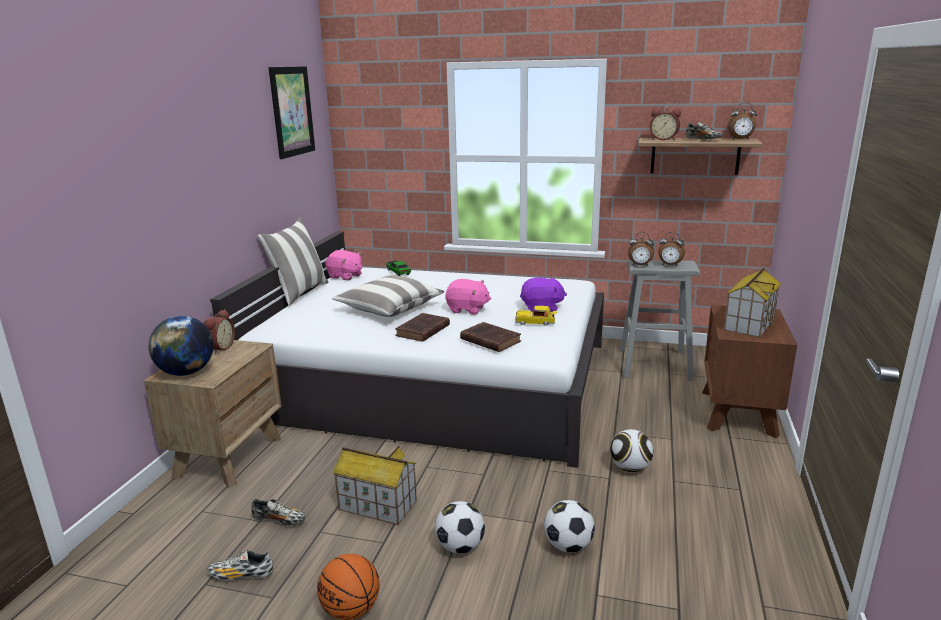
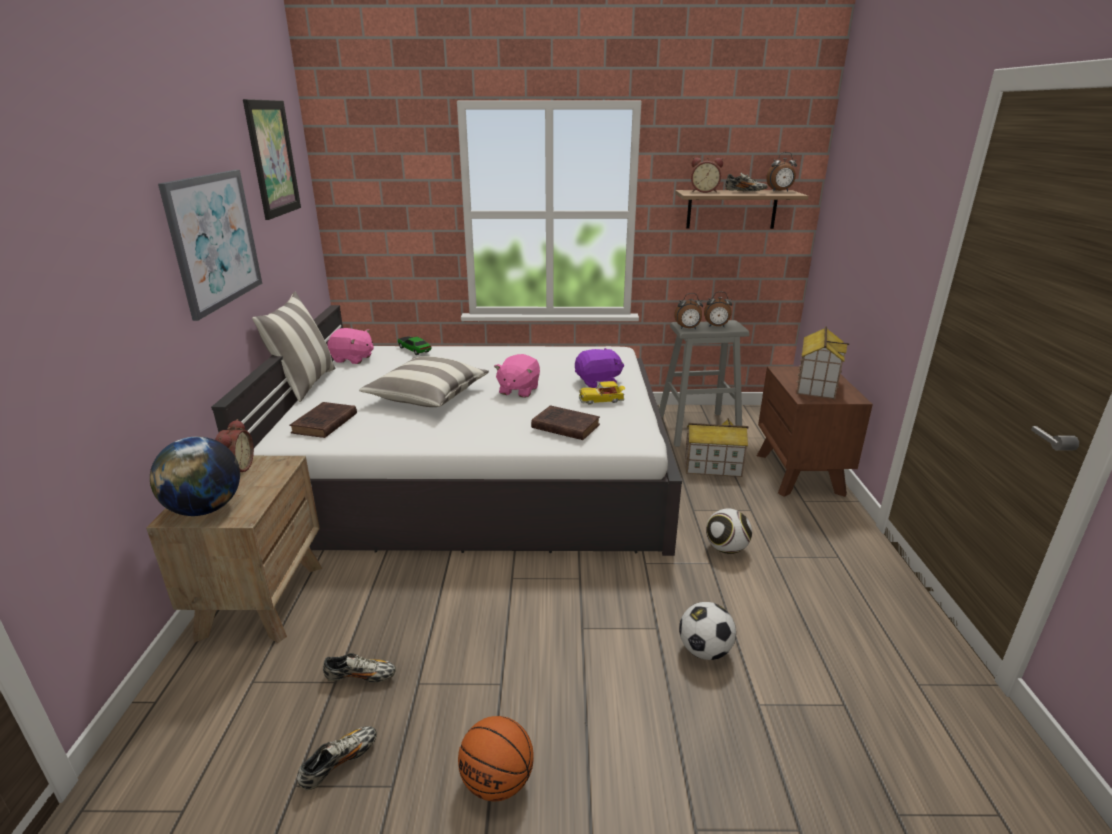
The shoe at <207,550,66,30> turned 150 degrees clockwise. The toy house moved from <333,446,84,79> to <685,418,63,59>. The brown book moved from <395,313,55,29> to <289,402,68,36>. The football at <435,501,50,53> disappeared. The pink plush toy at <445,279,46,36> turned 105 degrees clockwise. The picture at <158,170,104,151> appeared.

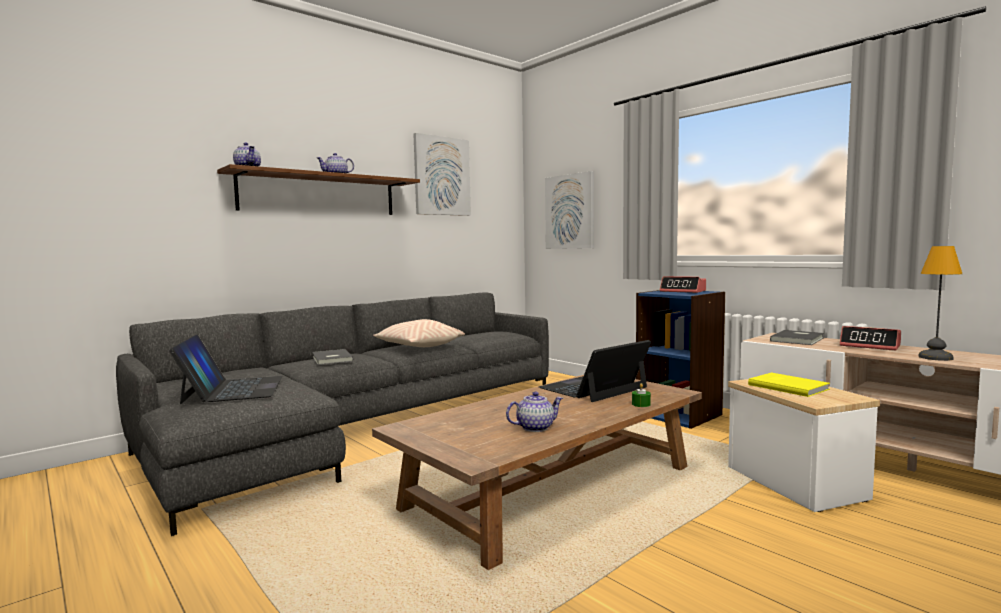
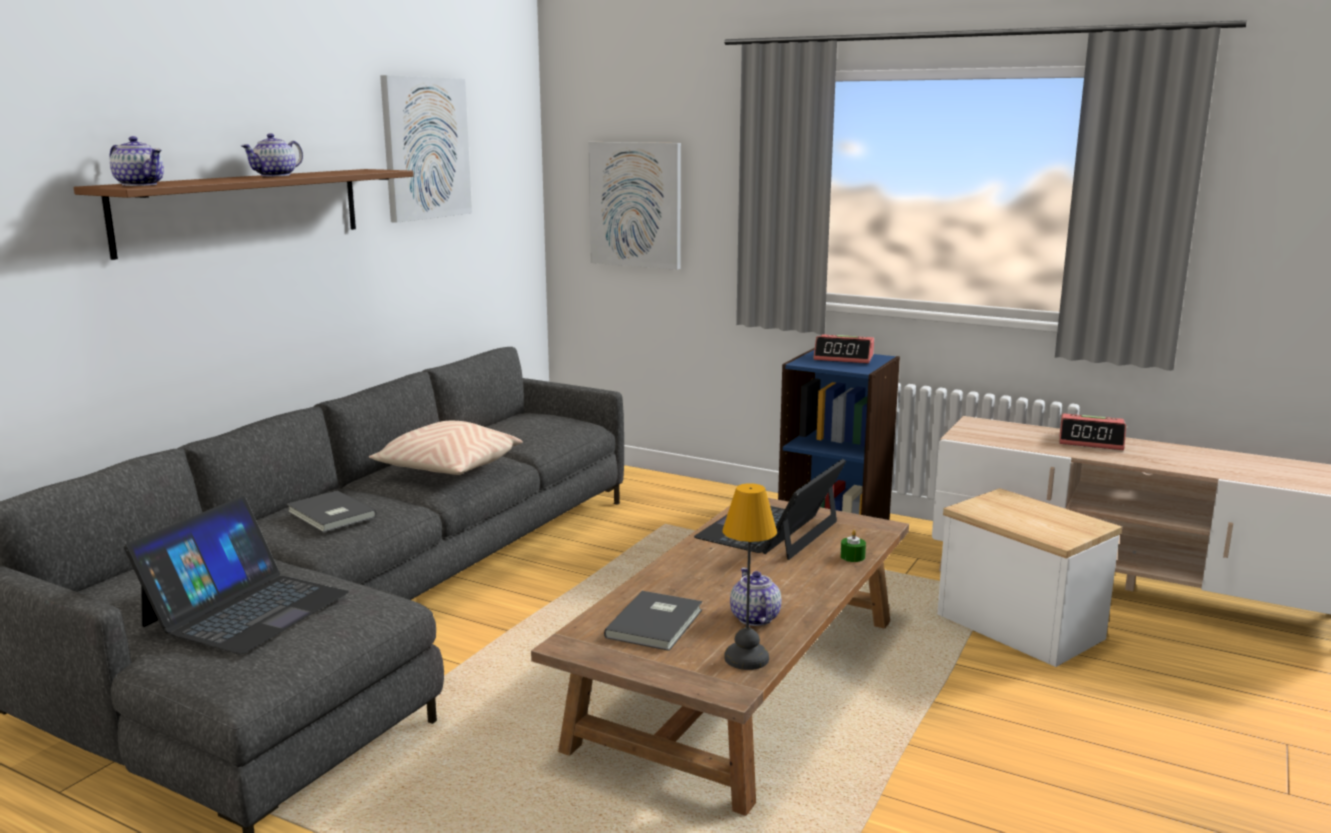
The laptop at <169,334,114,70> turned 60 degrees clockwise. The teapot at <506,392,57,40> turned 60 degrees counterclockwise. The yellow book at <748,373,82,24> disappeared. The grey book moved from <770,330,54,15> to <604,591,98,60>. The table lamp moved from <919,246,43,115> to <723,483,54,187>.

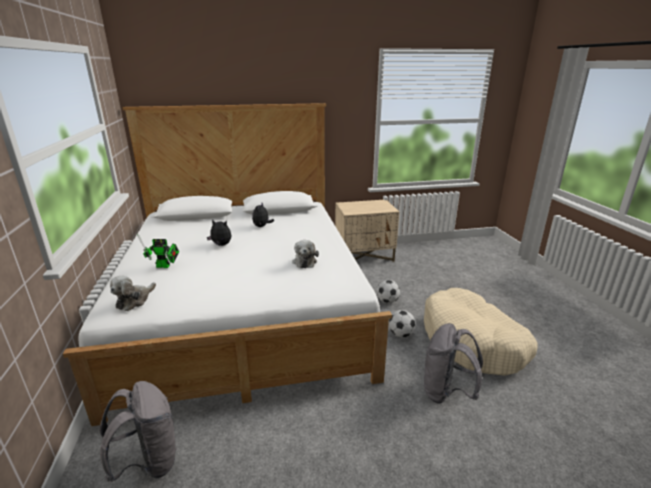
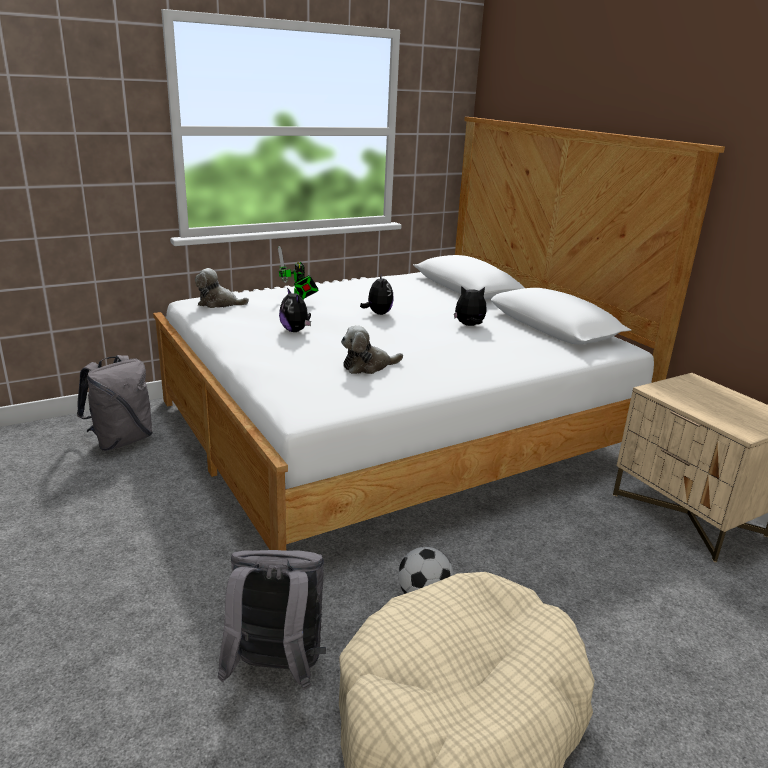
The football at <377,280,23,23> disappeared. The plush toy at <279,288,32,44> appeared.

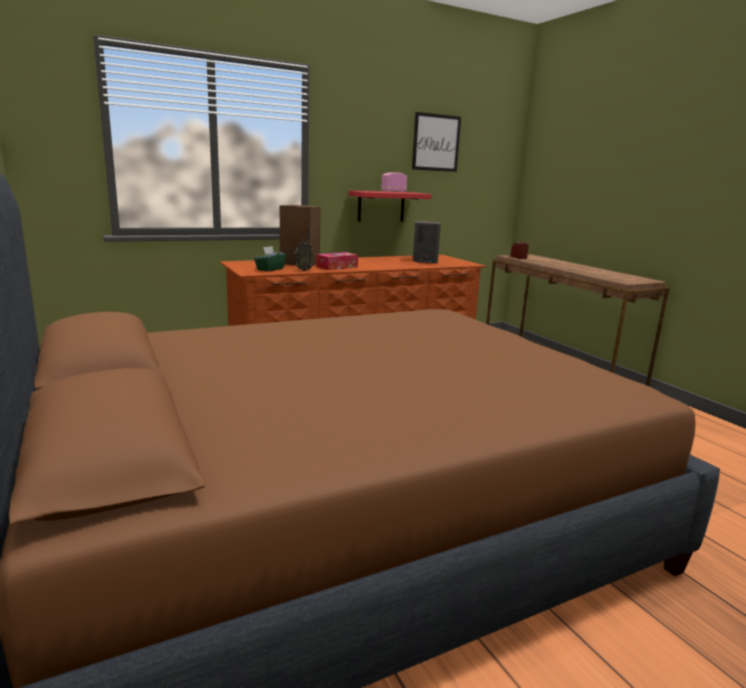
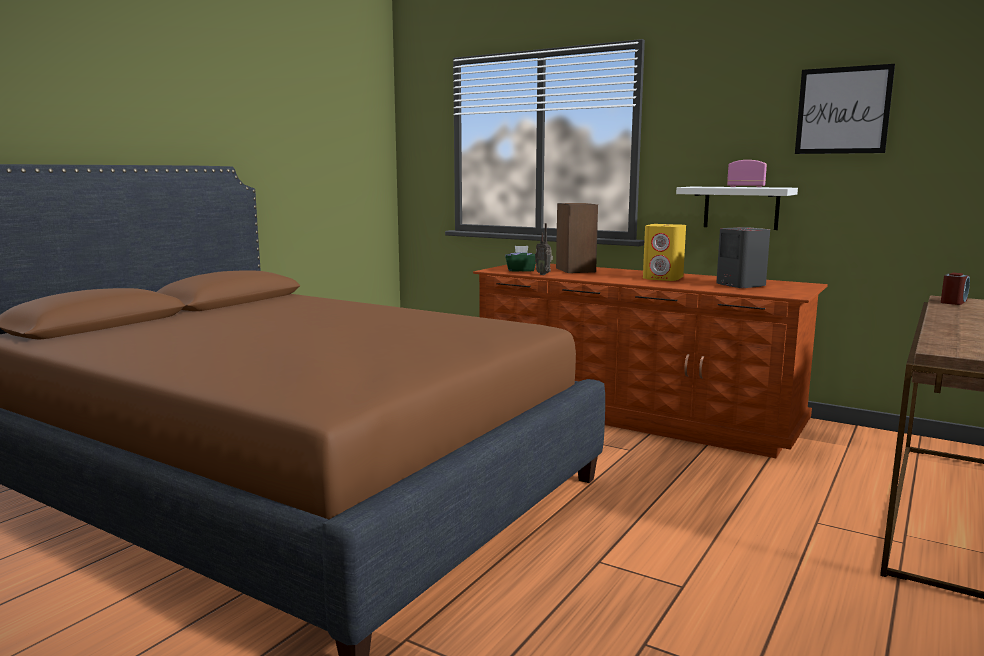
The tissue box at <316,252,42,18> disappeared. The red shelf at <349,191,83,30> became the white shelf at <676,187,122,43>. The yellow speaker at <643,224,43,57> appeared.

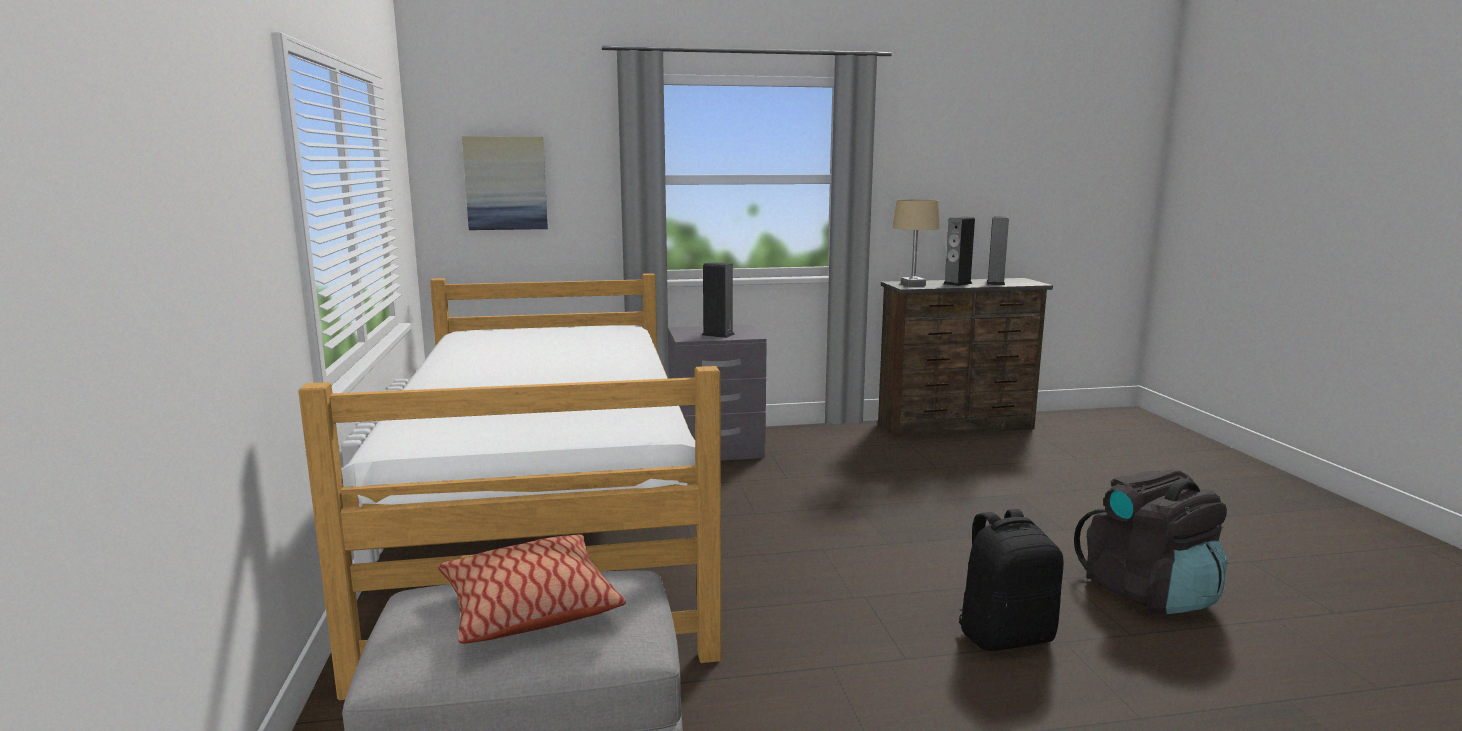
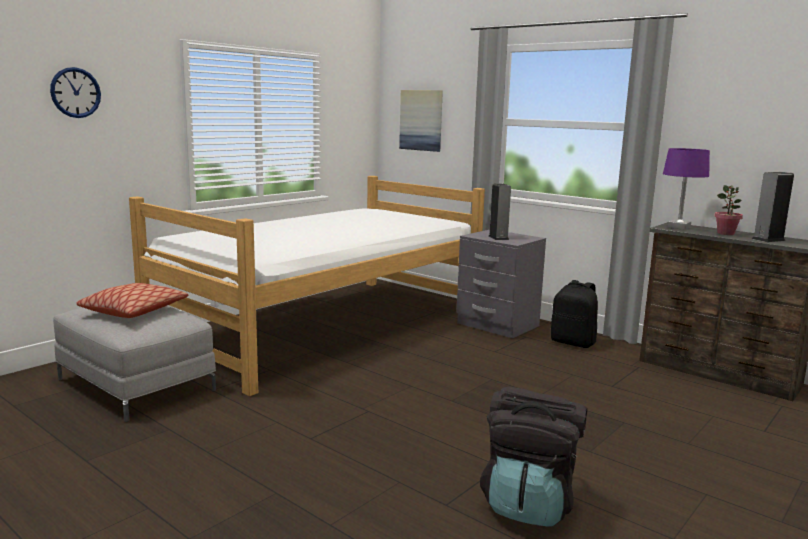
The beige table lamp at <893,199,47,88> became the purple table lamp at <663,148,47,82>. The speaker at <943,216,32,70> was replaced by the potted plant at <714,185,29,50>. The black backpack moved from <959,509,105,142> to <551,280,47,68>. The wall clock at <50,67,51,51> appeared.

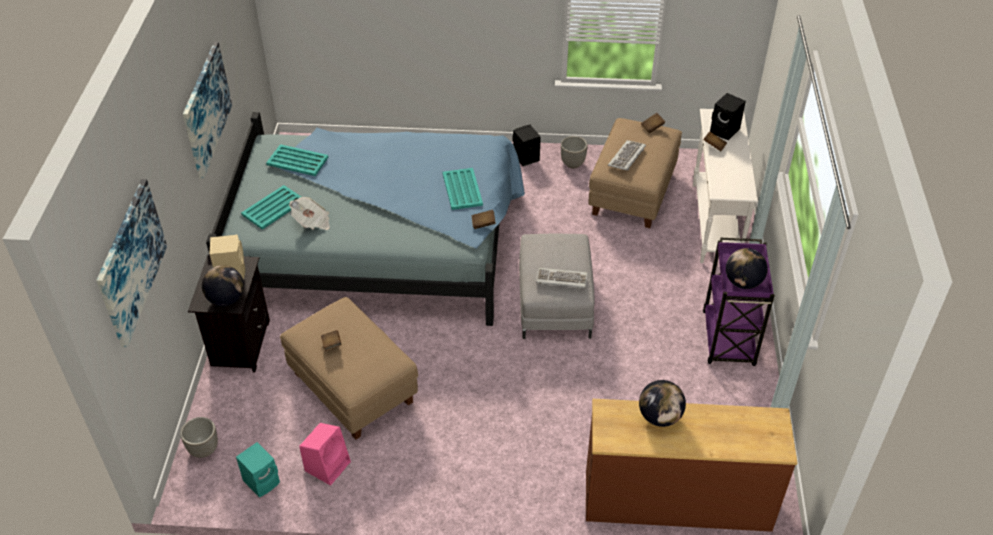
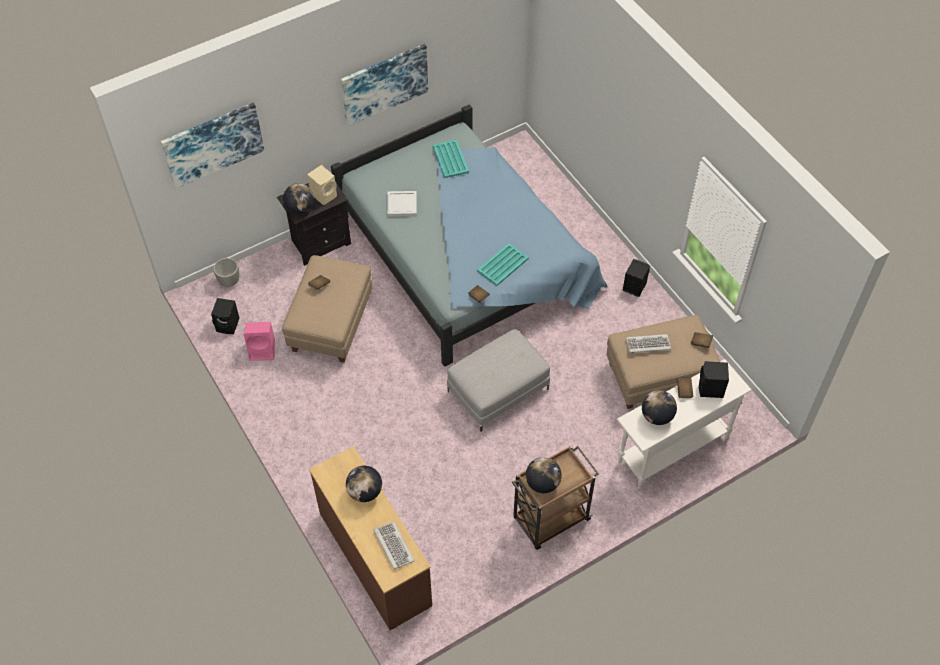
The turquoise speaker at <236,442,44,56> became the black speaker at <211,298,28,36>. The turquoise tray at <241,185,60,44> disappeared. The newspaper at <289,197,41,33> was replaced by the white tray at <387,191,30,26>. The keyboard moved from <536,268,52,22> to <374,521,41,49>. The planter at <561,136,27,32> disappeared. The purple cart at <703,238,71,128> became the brown cart at <512,445,87,105>. The globe at <642,390,35,35> appeared.

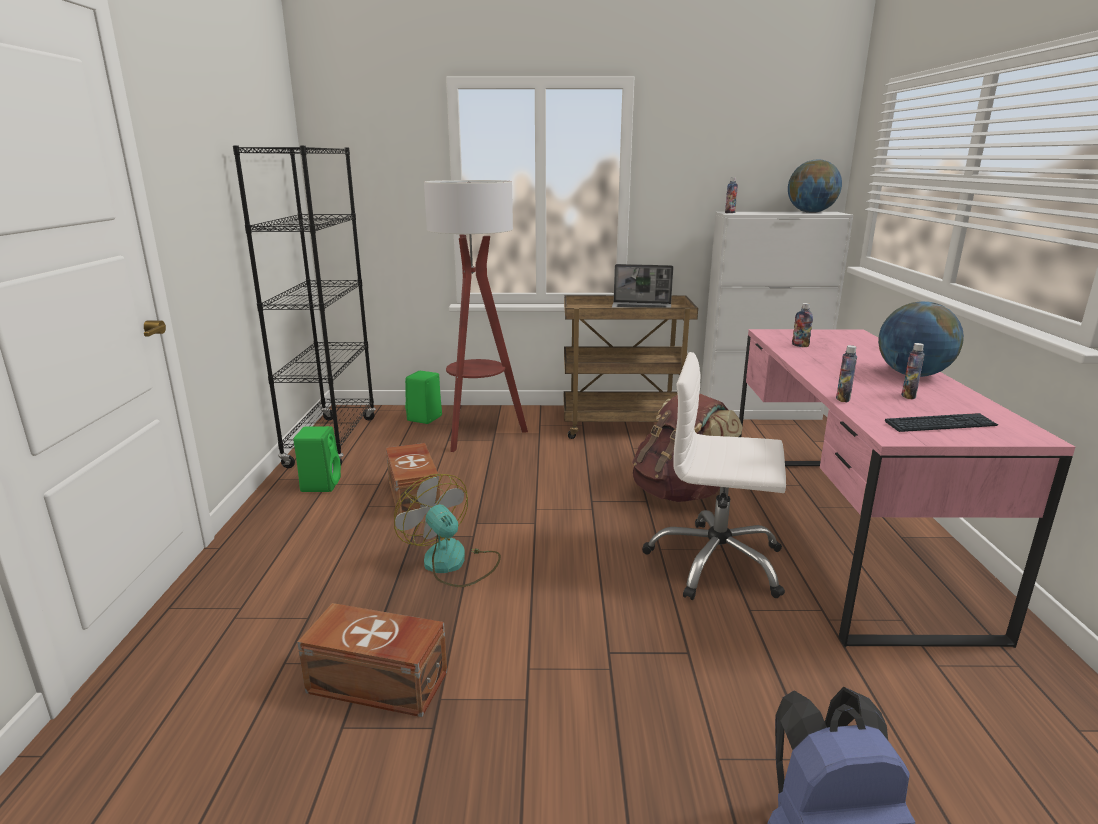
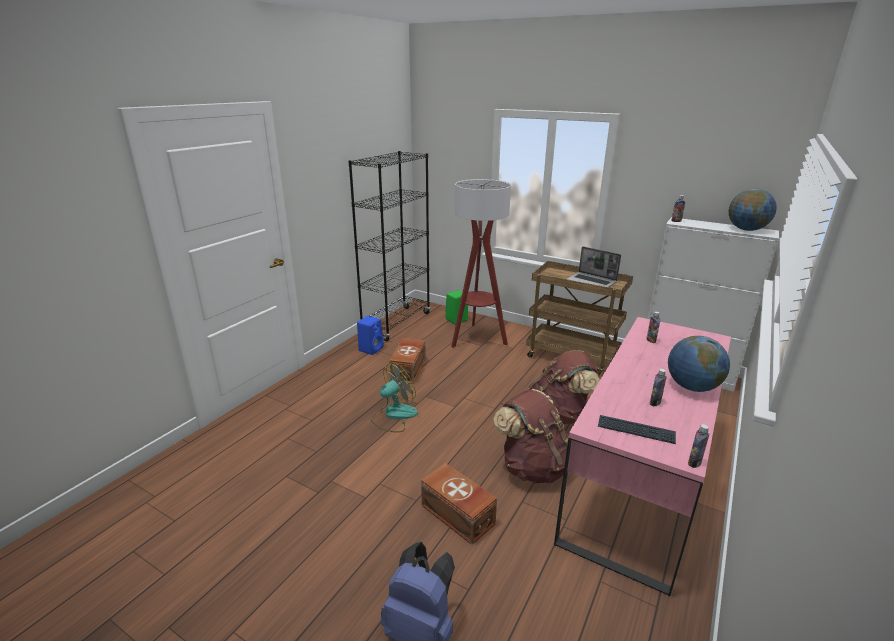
The green speaker at <293,426,48,66> became the blue speaker at <357,316,27,39>. The brown storage box moved from <297,603,150,114> to <421,463,76,82>. The fan at <394,474,107,113> turned 60 degrees clockwise. The white office chair at <642,352,144,248> was replaced by the brown backpack at <494,389,74,94>. The bottle moved from <836,345,21,57> to <688,424,21,44>.

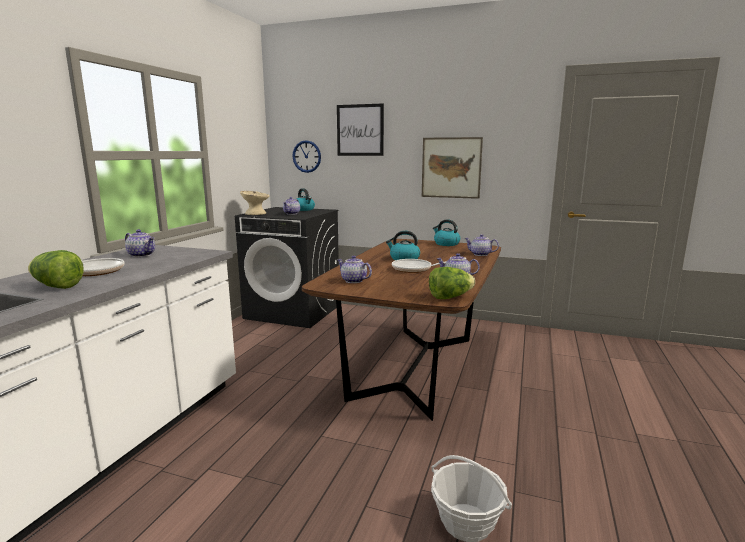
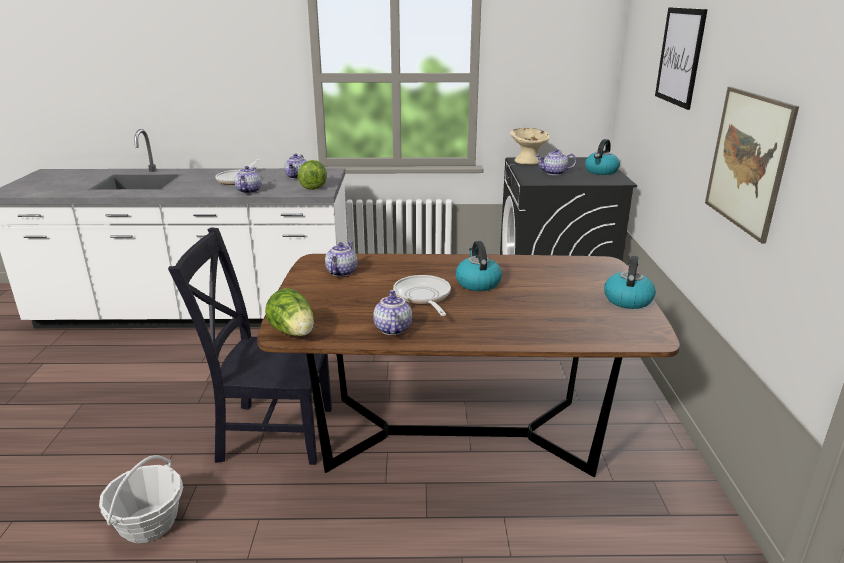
The lettuce moved from <28,250,56,39> to <298,160,29,30>. The wall clock at <292,140,29,33> disappeared. The teapot moved from <465,234,34,22> to <234,166,28,28>. The black chair at <168,227,164,238> appeared.

